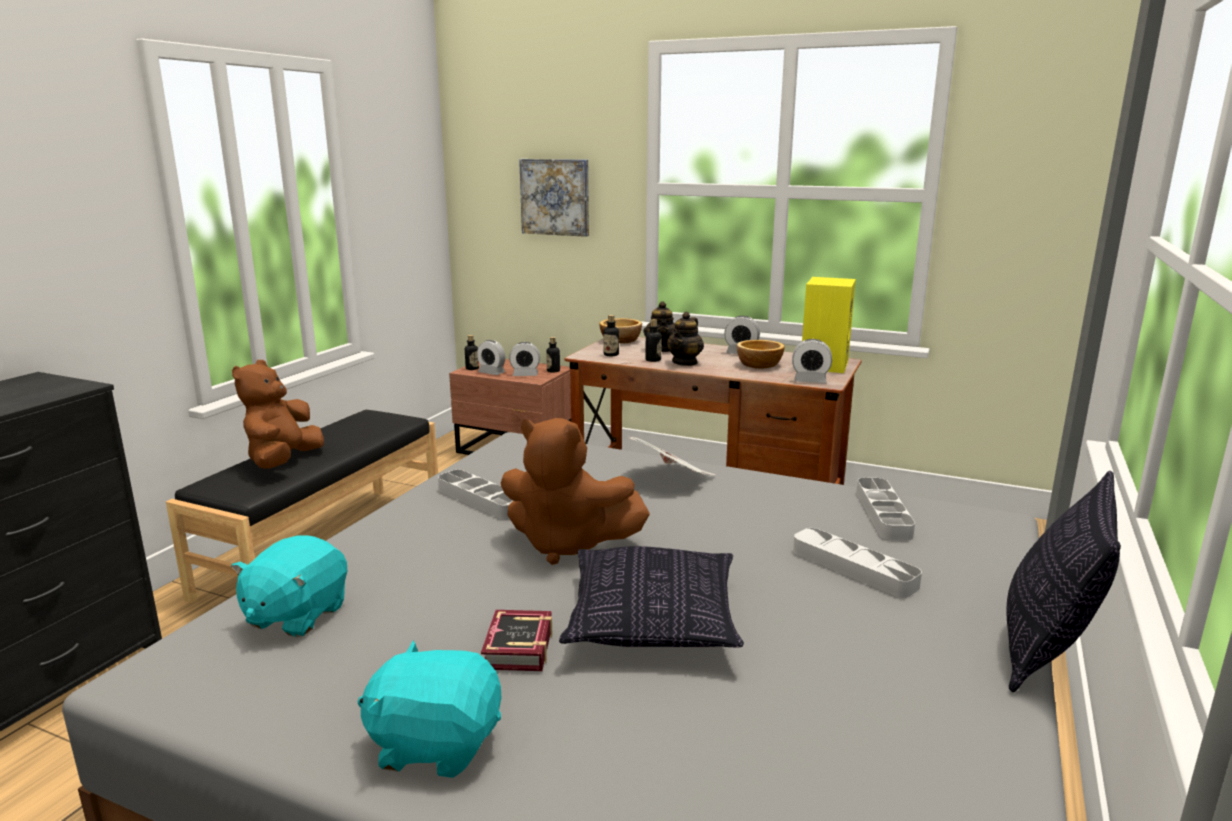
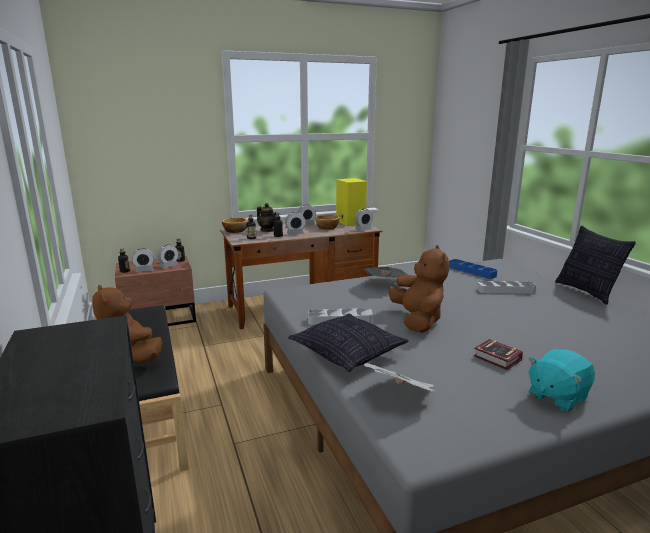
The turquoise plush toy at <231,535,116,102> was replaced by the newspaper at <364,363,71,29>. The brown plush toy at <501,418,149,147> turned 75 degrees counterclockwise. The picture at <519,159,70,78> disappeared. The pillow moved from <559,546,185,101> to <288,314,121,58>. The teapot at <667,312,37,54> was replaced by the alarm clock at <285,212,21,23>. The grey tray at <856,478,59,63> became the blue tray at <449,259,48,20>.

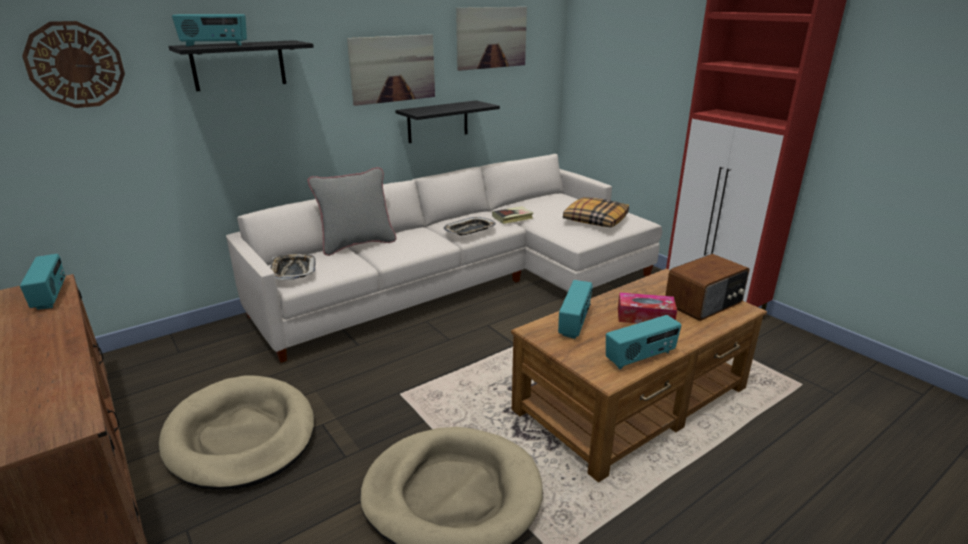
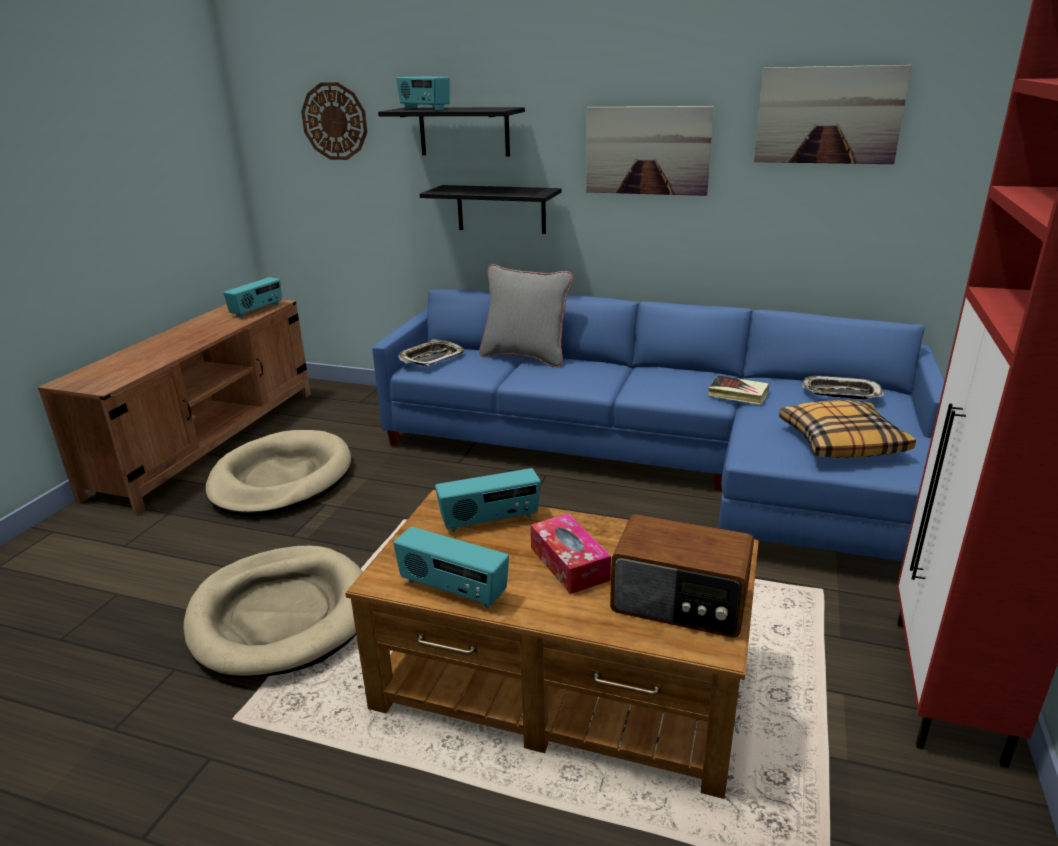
The white sofa at <226,154,436,209> became the blue sofa at <372,289,572,273>. The black shelf moved from <395,100,105,43> to <420,185,142,49>. The tray moved from <443,217,53,18> to <802,376,82,23>.

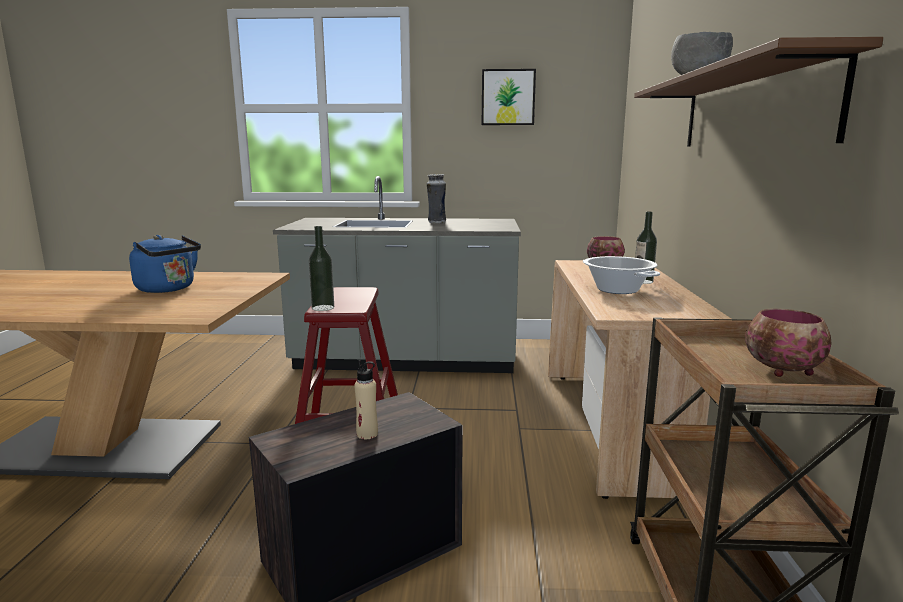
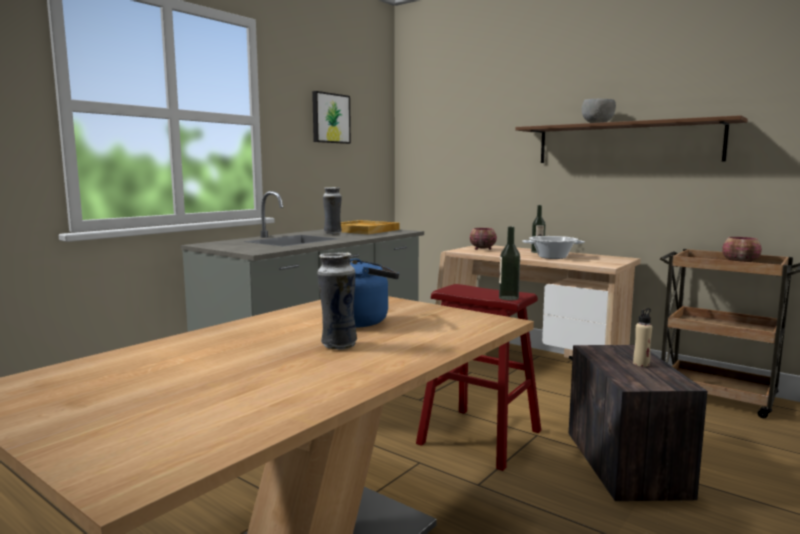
The vase at <317,252,40,98> appeared. The beige tray at <341,220,59,14> appeared.

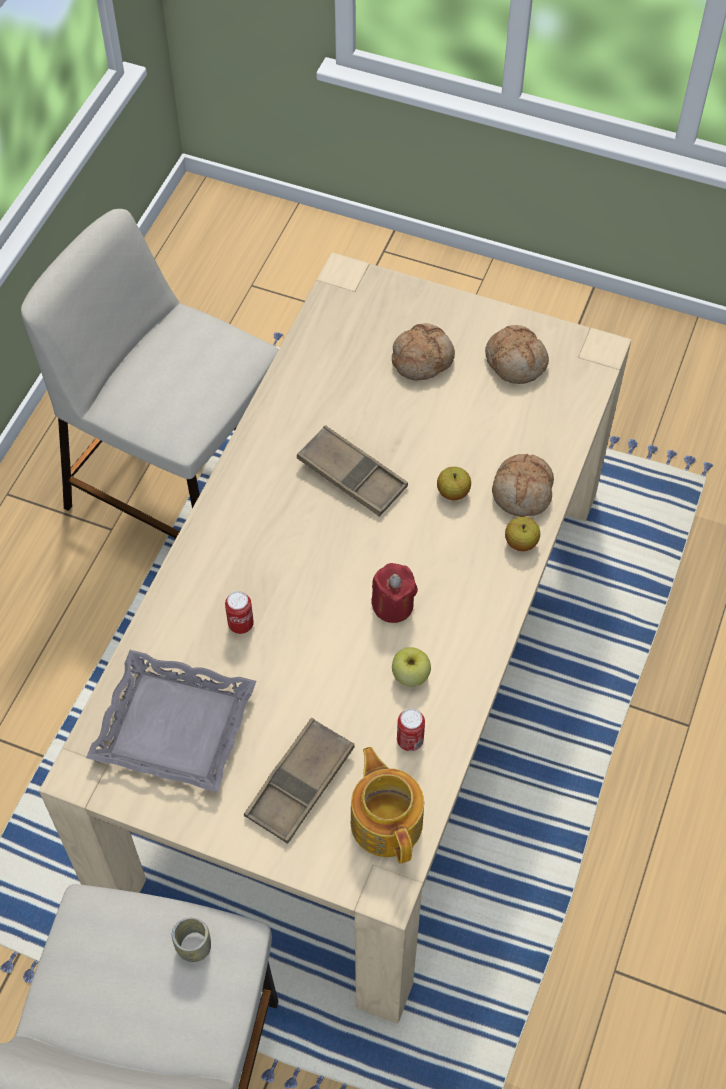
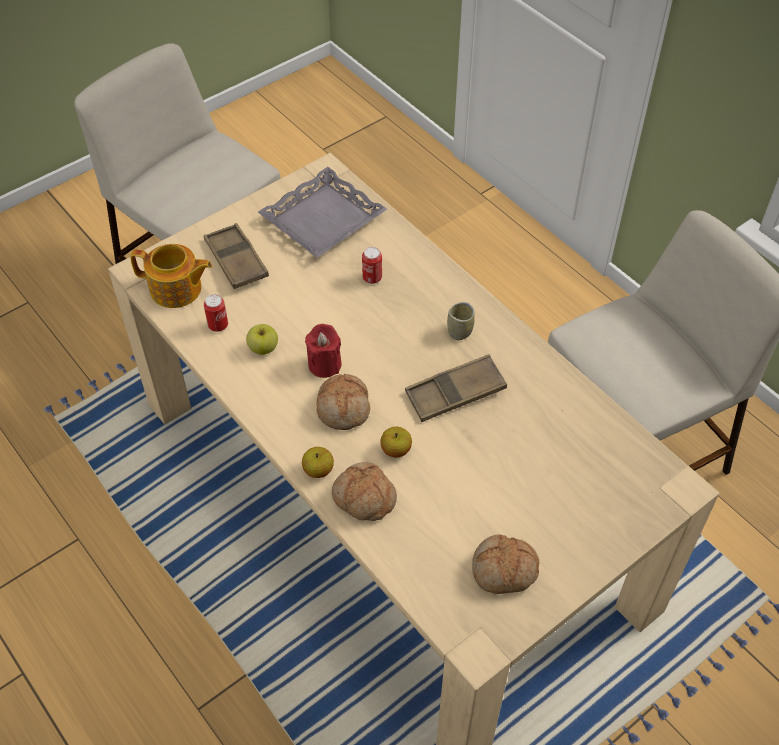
The cup moved from <172,918,39,44> to <447,302,28,38>. The bread moved from <392,323,63,58> to <316,374,54,56>.

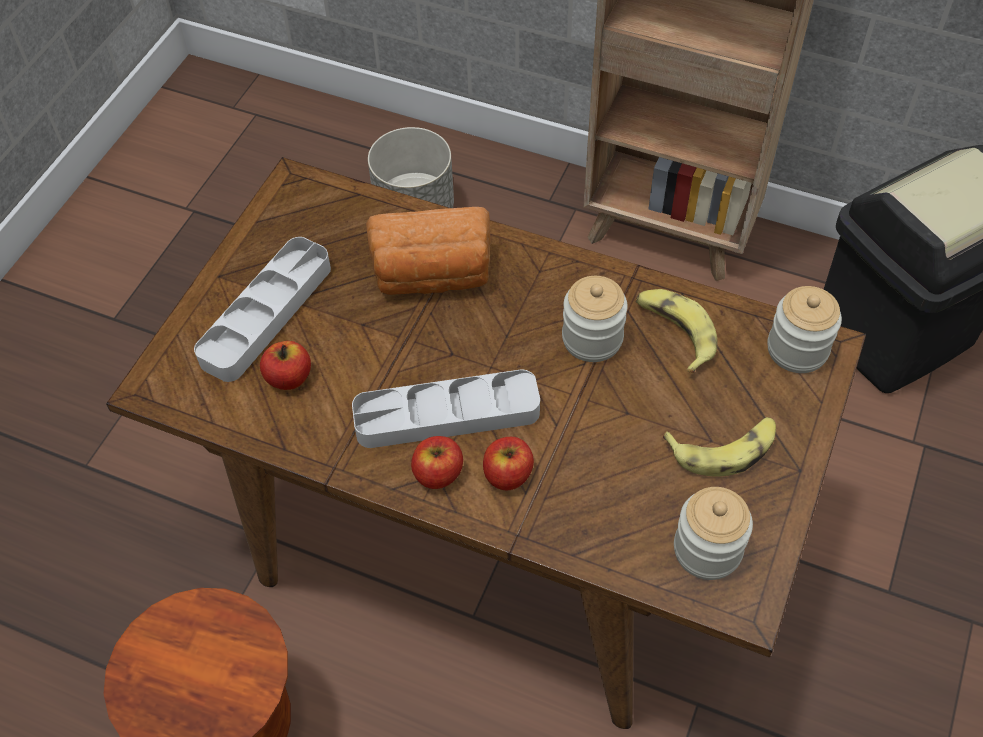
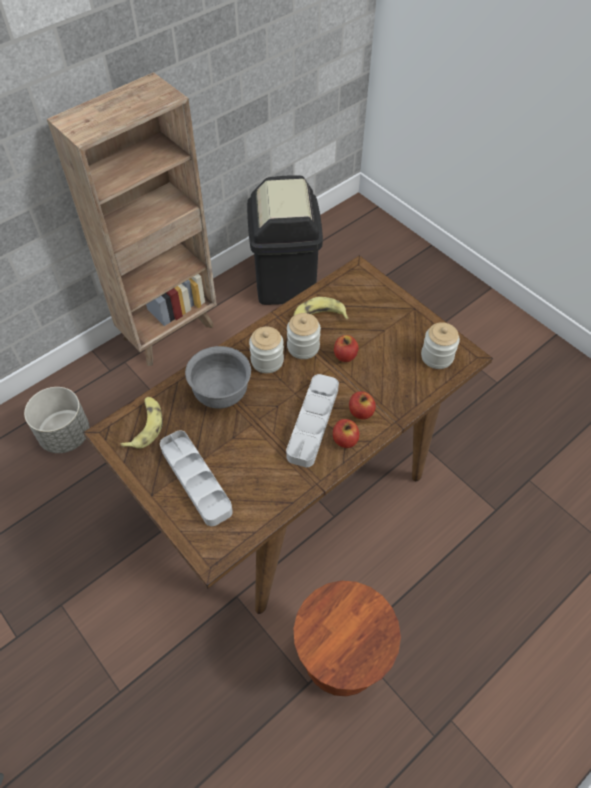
The apple moved from <260,341,51,49> to <334,335,25,27>. The bread at <366,207,124,88> was replaced by the grey bowl at <185,346,66,63>. The banana moved from <663,417,113,60> to <120,397,43,51>. The jar moved from <767,286,75,87> to <249,327,35,46>.

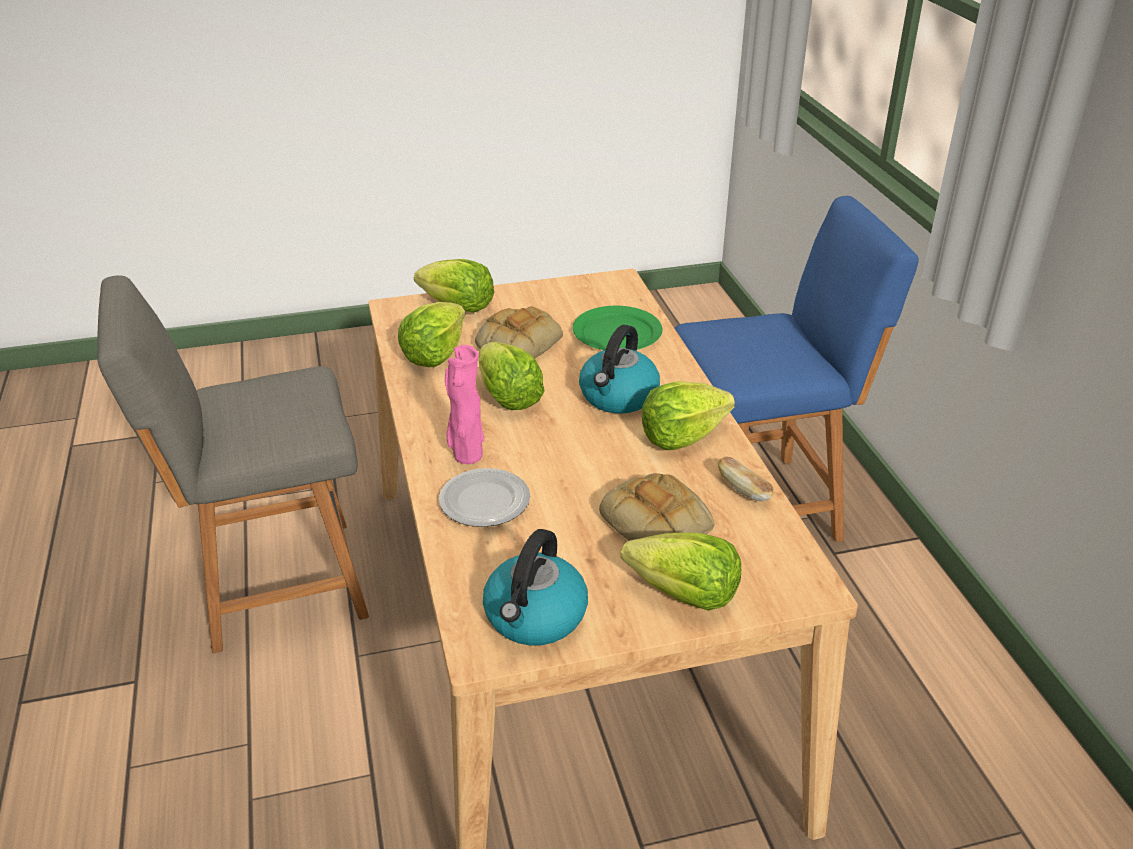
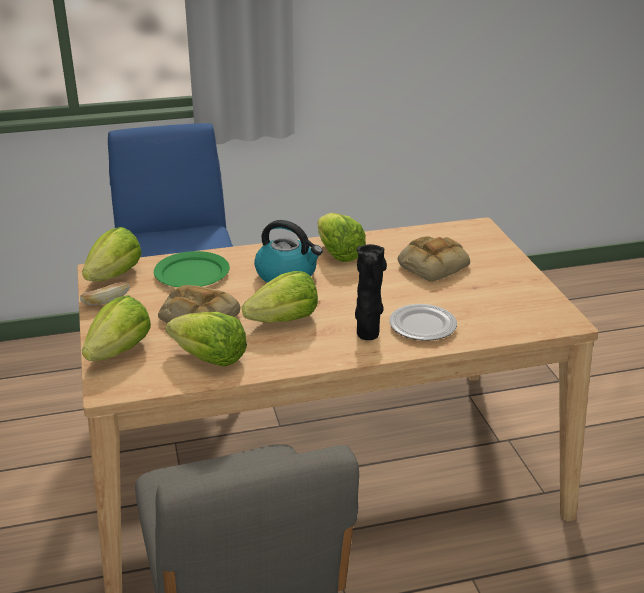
The pink vase at <445,345,39,119> became the black vase at <355,244,32,96>. The kettle at <483,529,105,116> disappeared. The lettuce moved from <621,533,120,78> to <82,227,60,54>. The bread moved from <718,456,56,45> to <80,282,50,23>.

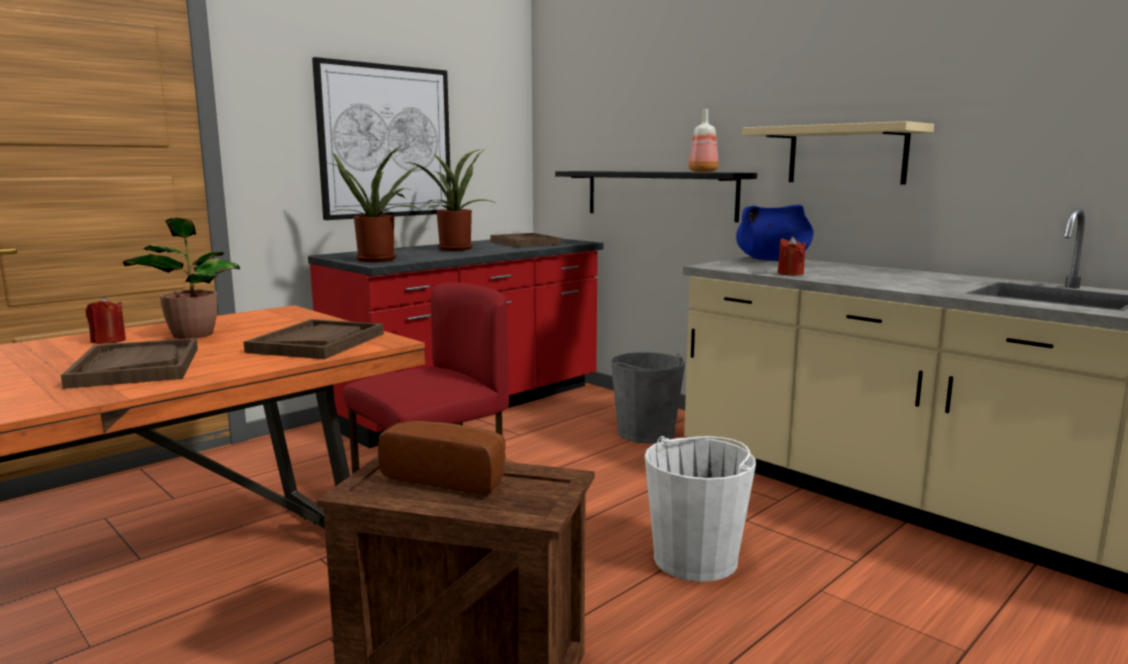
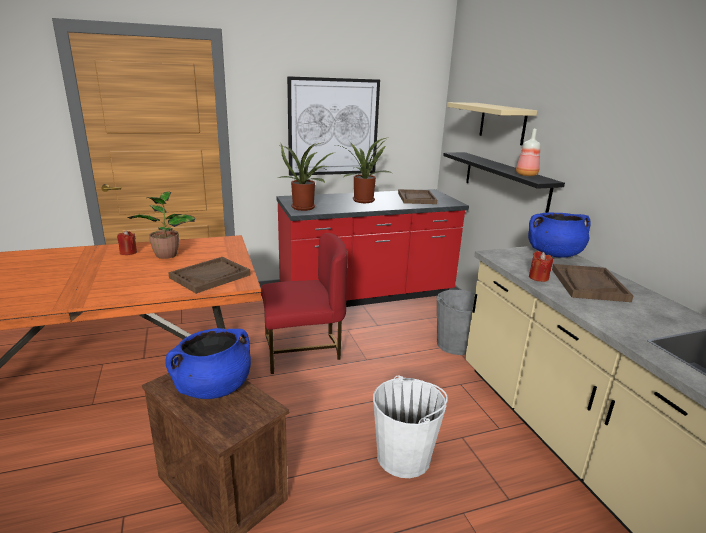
The brown tray moved from <61,338,137,51> to <552,264,81,38>. The bread at <378,421,128,73> was replaced by the blue cooking pot at <165,328,86,71>. The beige shelf moved from <742,121,192,64> to <447,102,90,43>.

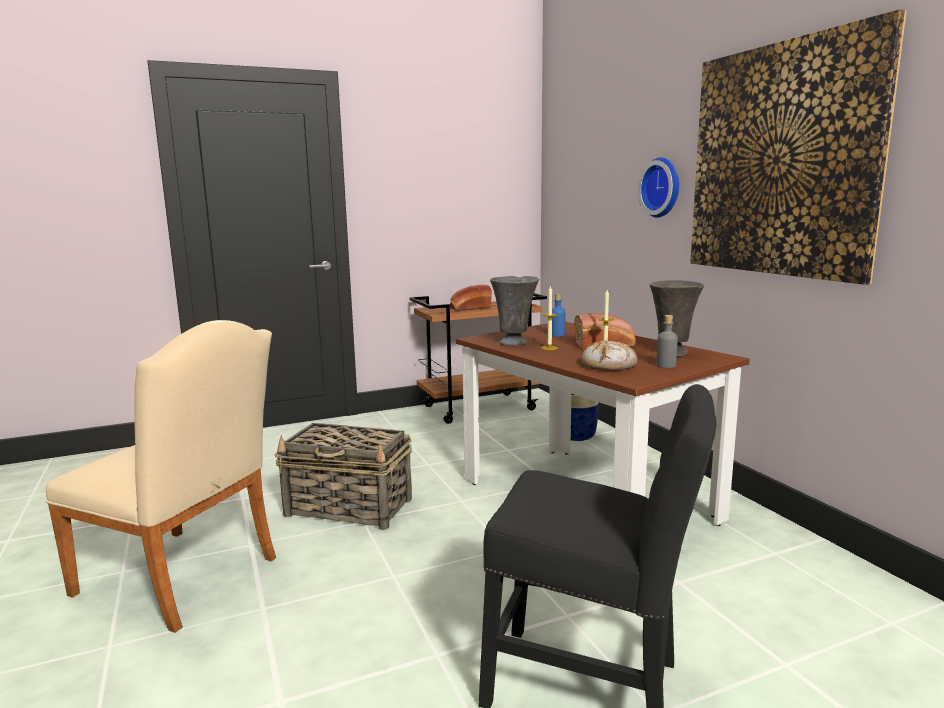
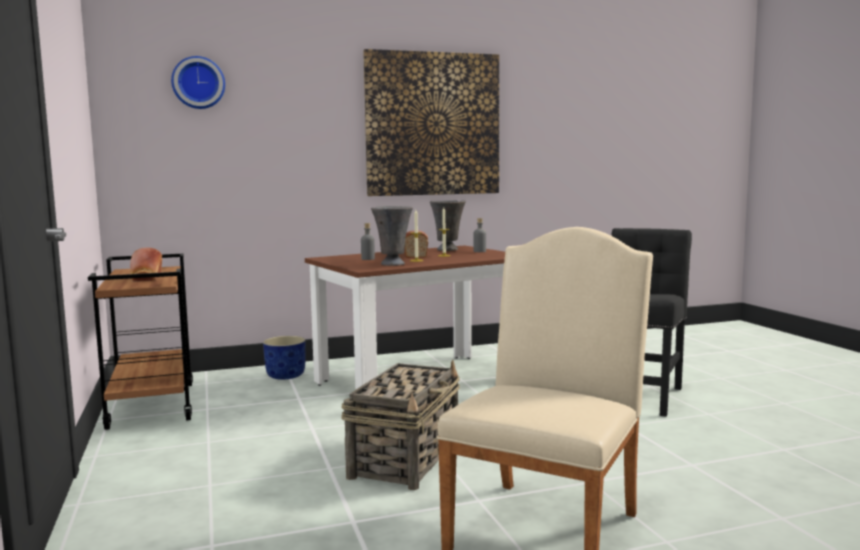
The blue bottle at <552,294,14,43> became the grey bottle at <361,223,14,37>. The bread at <582,340,55,31> disappeared. The wall clock moved from <638,157,41,61> to <171,56,54,53>.

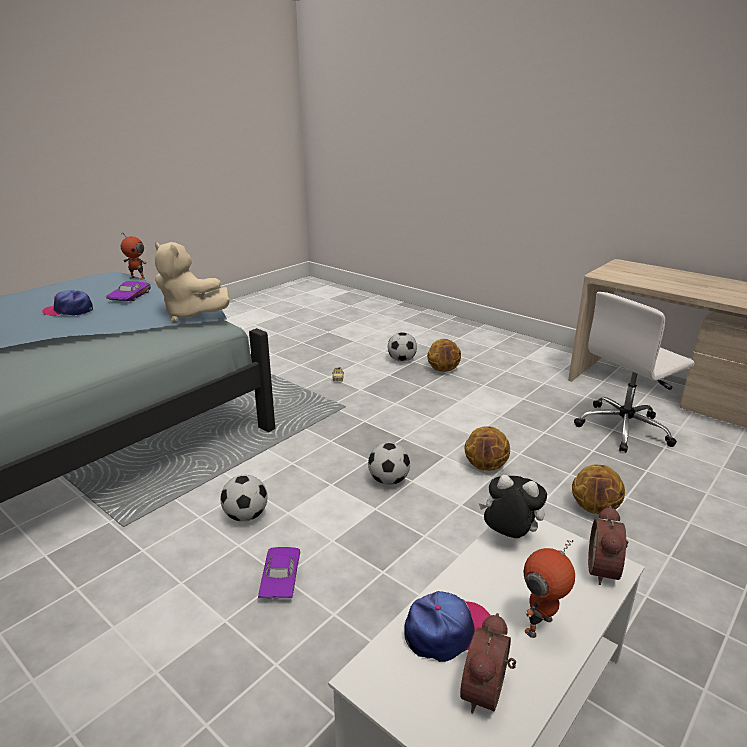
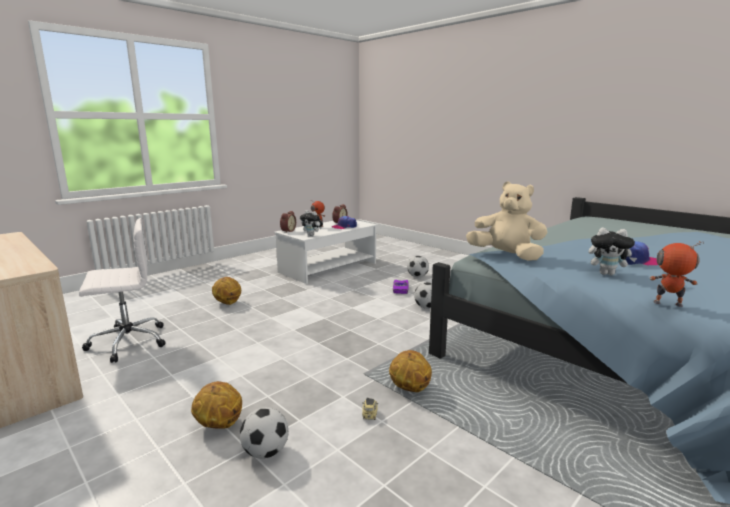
The purple toy car at <106,281,45,20> was replaced by the plush toy at <589,227,48,48>. The football moved from <368,442,42,43> to <407,256,22,21>. The basketball moved from <464,426,46,45> to <389,350,43,42>.

